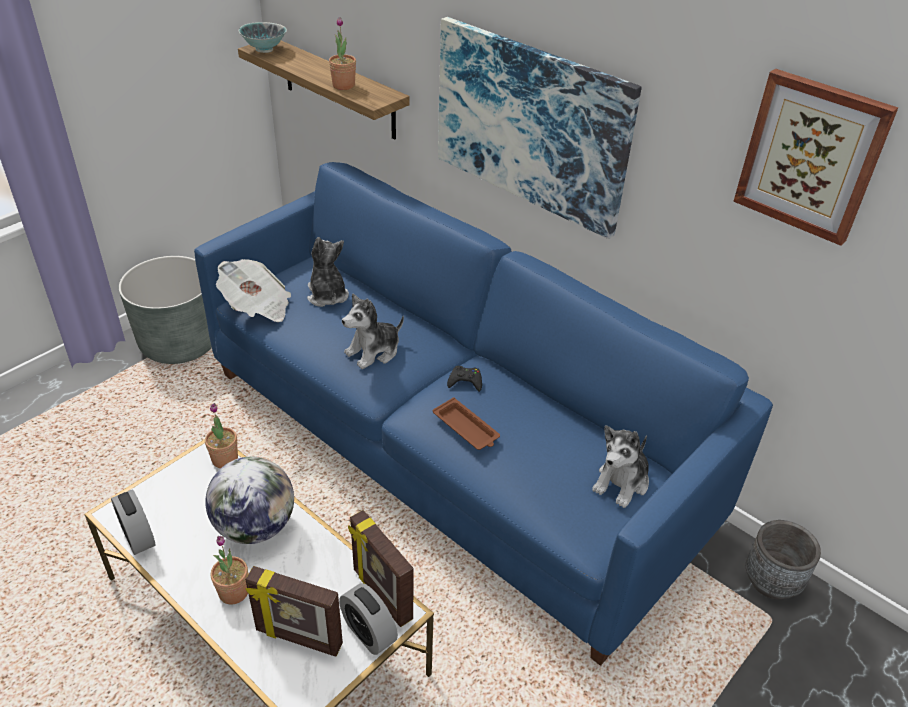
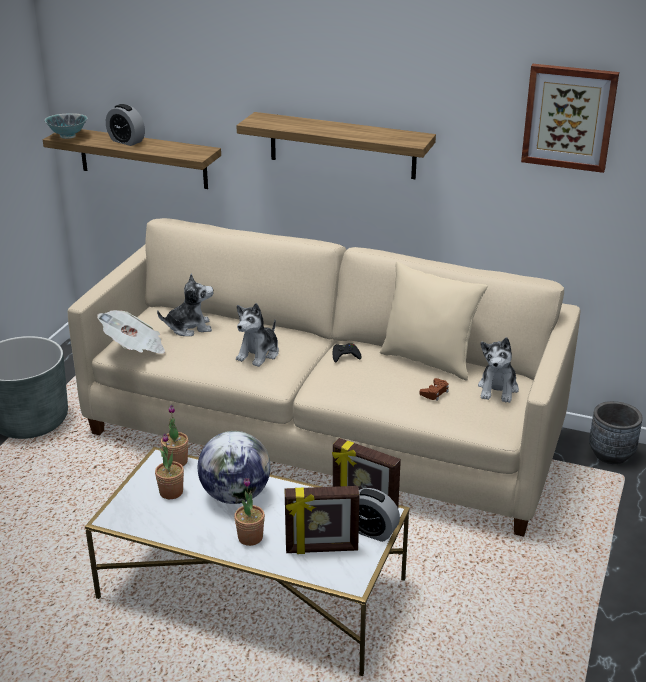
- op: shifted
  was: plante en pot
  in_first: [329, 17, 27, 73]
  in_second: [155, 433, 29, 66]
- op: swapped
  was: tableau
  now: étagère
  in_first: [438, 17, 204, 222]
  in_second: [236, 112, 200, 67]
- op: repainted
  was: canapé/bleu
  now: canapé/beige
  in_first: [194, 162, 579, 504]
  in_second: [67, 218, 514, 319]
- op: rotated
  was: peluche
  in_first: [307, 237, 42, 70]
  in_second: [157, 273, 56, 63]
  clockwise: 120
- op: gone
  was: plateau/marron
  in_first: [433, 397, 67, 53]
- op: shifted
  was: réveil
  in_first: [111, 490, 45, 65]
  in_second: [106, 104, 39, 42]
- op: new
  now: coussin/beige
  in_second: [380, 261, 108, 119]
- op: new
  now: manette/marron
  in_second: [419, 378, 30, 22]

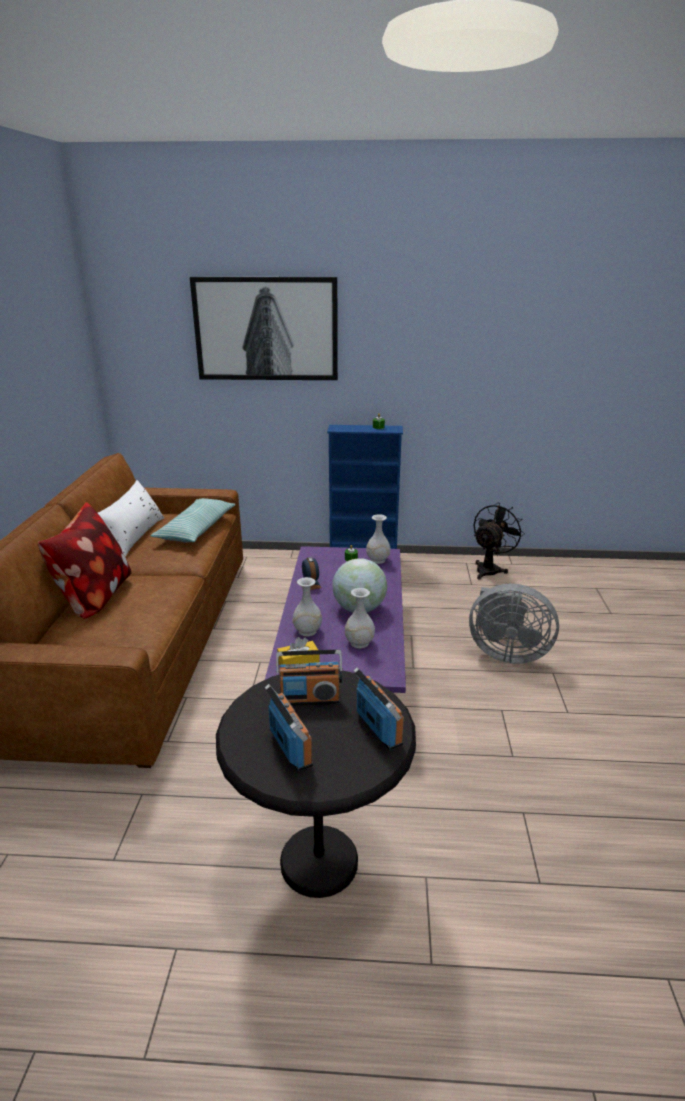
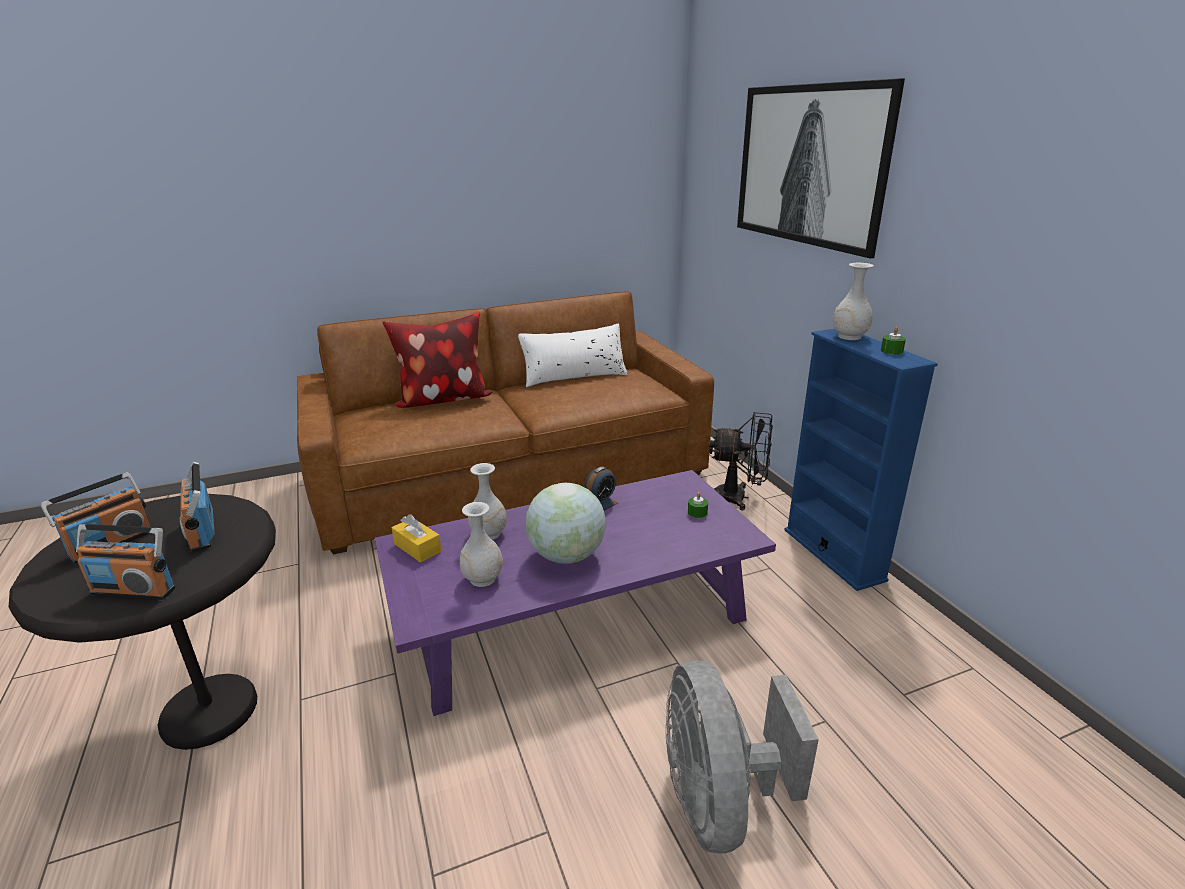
- op: gone
  was: coussin
  in_first: [151, 498, 85, 45]
- op: shifted
  was: ventilateur/noir
  in_first: [474, 502, 51, 78]
  in_second: [709, 412, 64, 98]
- op: shifted
  was: vase/blanc
  in_first: [366, 514, 24, 50]
  in_second: [833, 263, 41, 77]
- op: rotated
  was: radio
  in_first: [353, 667, 51, 83]
  in_second: [76, 524, 100, 76]
  clockwise: 60

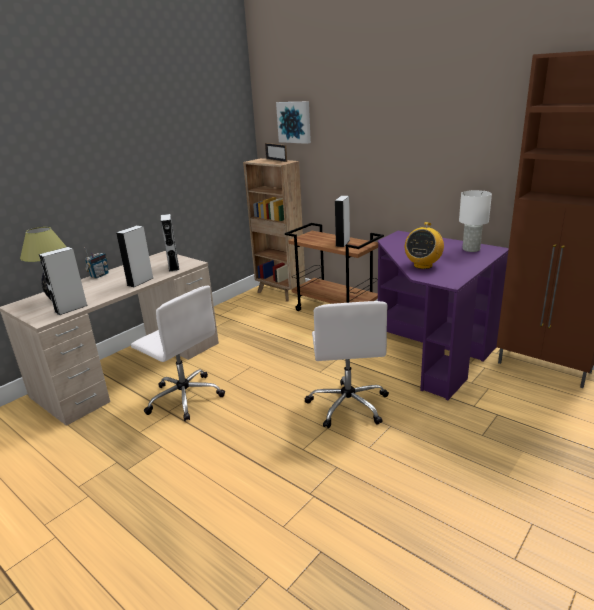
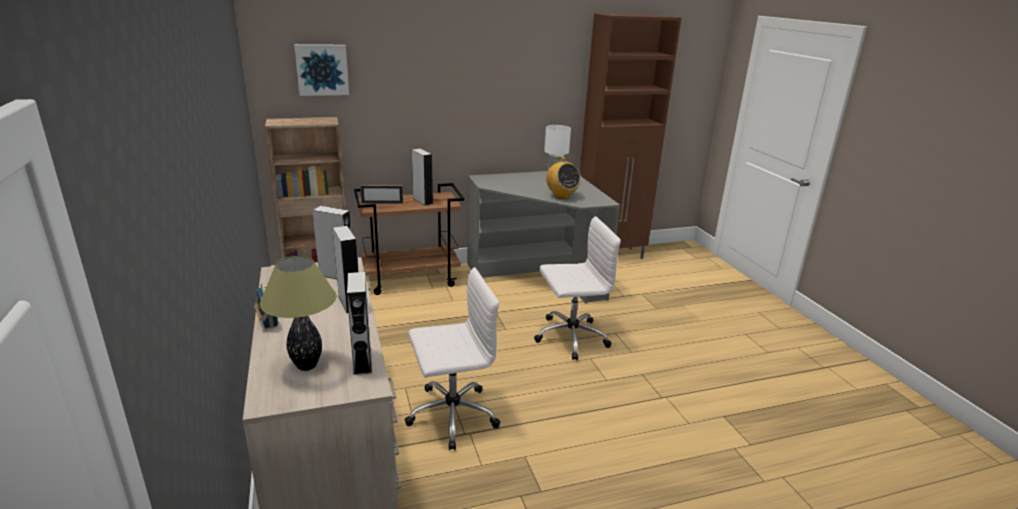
- op: shifted
  was: cadre photo
  in_first: [265, 143, 22, 19]
  in_second: [360, 185, 43, 19]
- op: repainted
  was: bureau/violet
  now: bureau/gris
  in_first: [378, 231, 131, 169]
  in_second: [467, 171, 153, 133]
- op: rotated
  was: chaise de bureau/blanc
  in_first: [304, 301, 85, 127]
  in_second: [534, 217, 87, 143]
  clockwise: -45

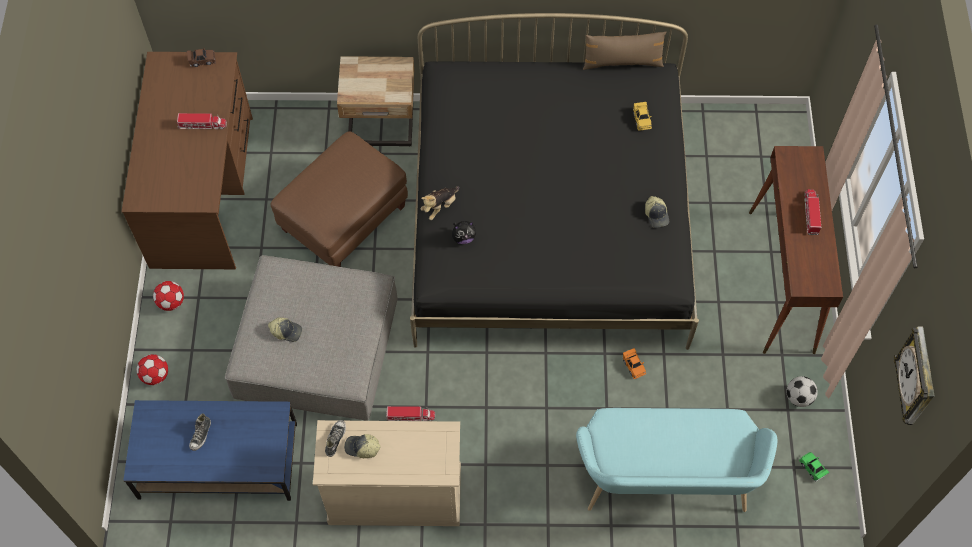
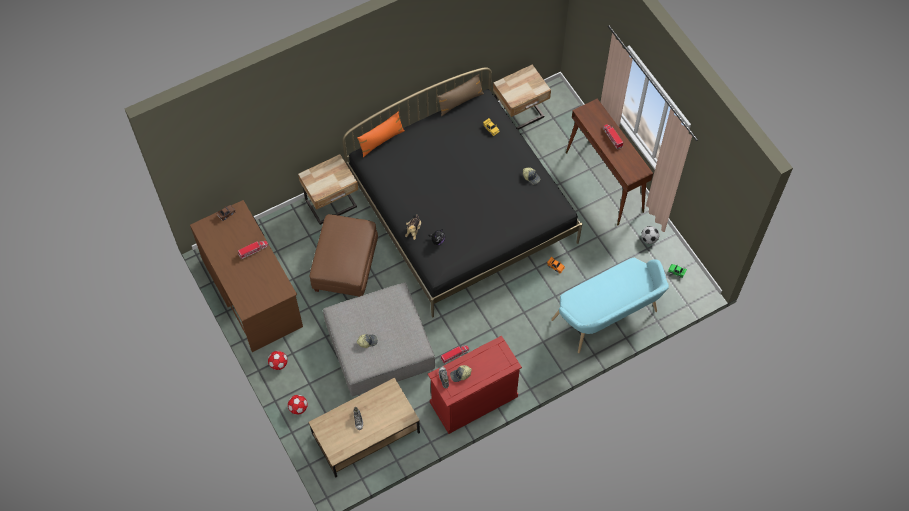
- op: gone
  was: horloge murale
  in_first: [894, 326, 40, 99]
- op: repainted
  was: table basse/bleu
  now: table basse/marron
  in_first: [123, 400, 174, 101]
  in_second: [308, 377, 112, 101]
- op: repainted
  was: commode/beige
  now: commode/rouge
  in_first: [313, 420, 148, 106]
  in_second: [428, 336, 94, 98]
- op: new
  now: table de chevet/beige
  in_second: [493, 64, 58, 66]
- op: new
  now: coussin/orange
  in_second: [357, 111, 48, 46]

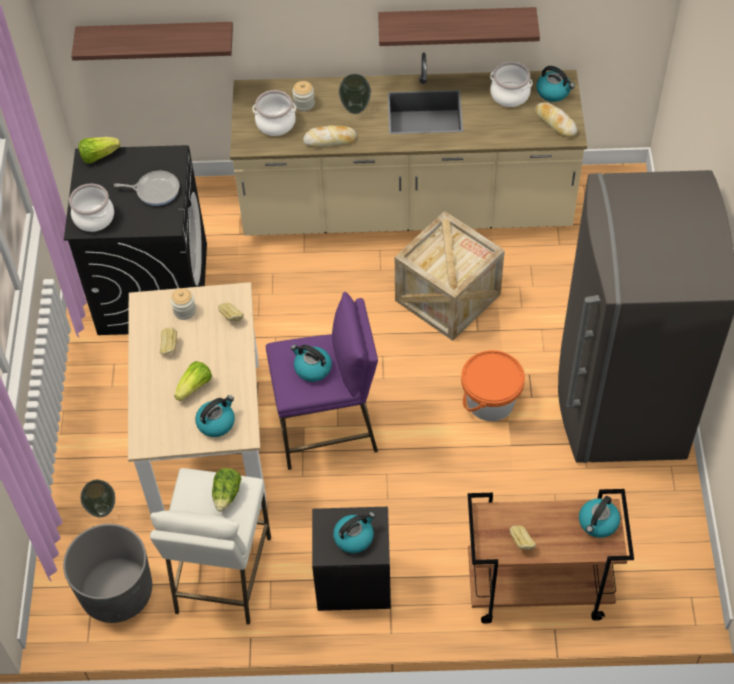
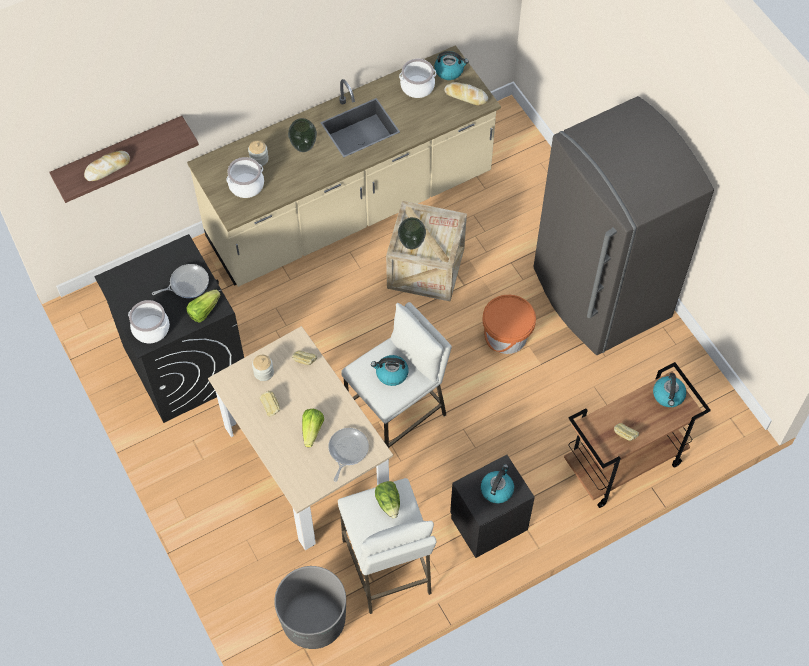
- op: gone
  was: étagère
  in_first: [378, 7, 162, 39]
- op: shifted
  was: pain
  in_first: [303, 125, 53, 22]
  in_second: [84, 151, 46, 30]
- op: shifted
  was: laitue
  in_first: [78, 137, 42, 27]
  in_second: [187, 290, 34, 32]
- op: repainted
  was: tabouret/violet
  now: tabouret/blanc
  in_first: [266, 292, 112, 178]
  in_second: [341, 302, 111, 146]
- op: swapped
  was: bouilloire
  now: poêle
  in_first: [195, 395, 40, 42]
  in_second: [328, 428, 41, 54]
- op: shifted
  was: vase
  in_first: [81, 480, 34, 37]
  in_second: [398, 217, 28, 32]

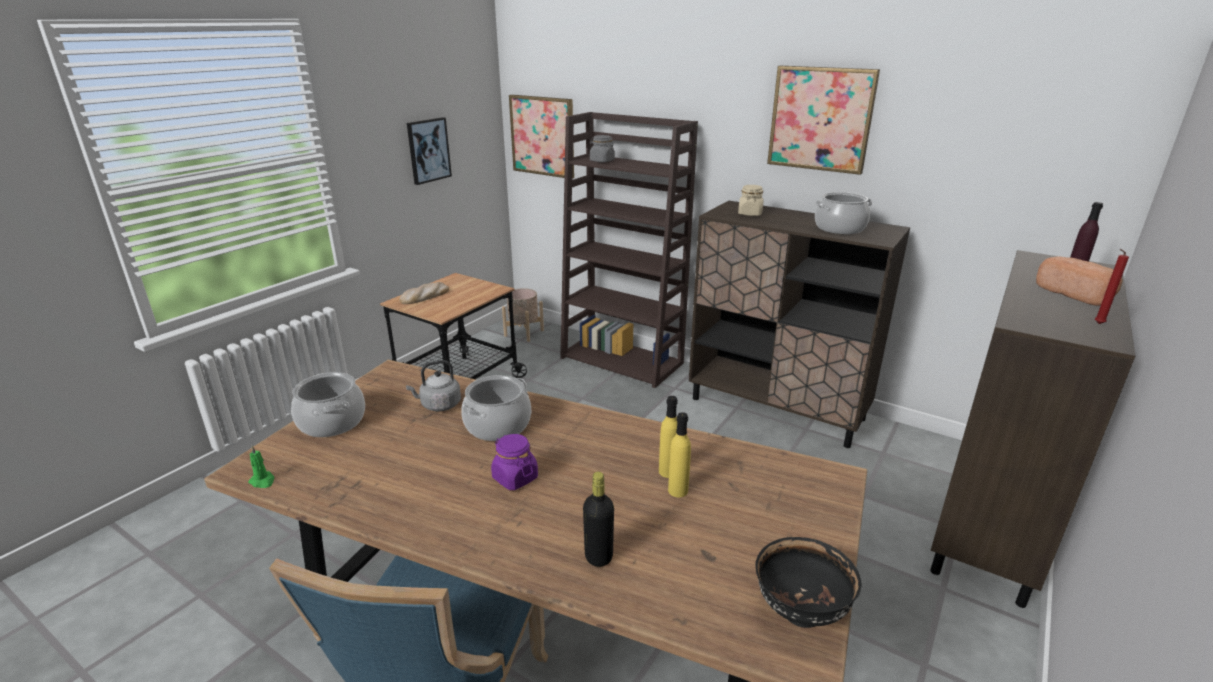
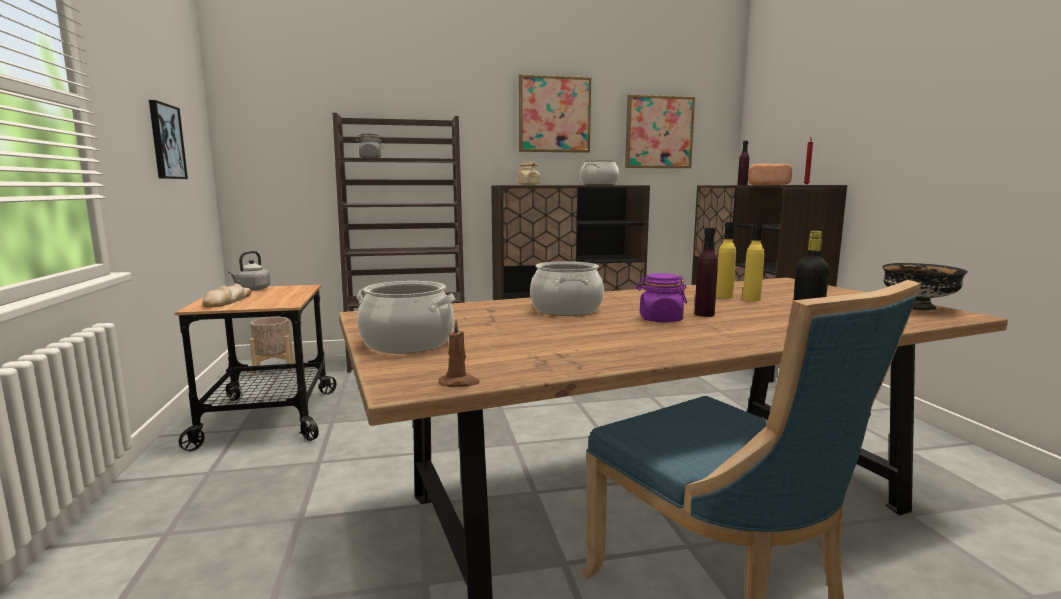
- op: shifted
  was: tableau
  in_first: [509, 95, 65, 84]
  in_second: [625, 95, 70, 73]
- op: shifted
  was: bouilloire/gris
  in_first: [406, 360, 55, 51]
  in_second: [228, 251, 43, 40]
- op: repainted
  was: bougie/vert
  now: bougie/marron
  in_first: [248, 445, 27, 43]
  in_second: [439, 319, 41, 68]
- op: new
  now: bouteille/violet
  in_second: [695, 228, 23, 89]

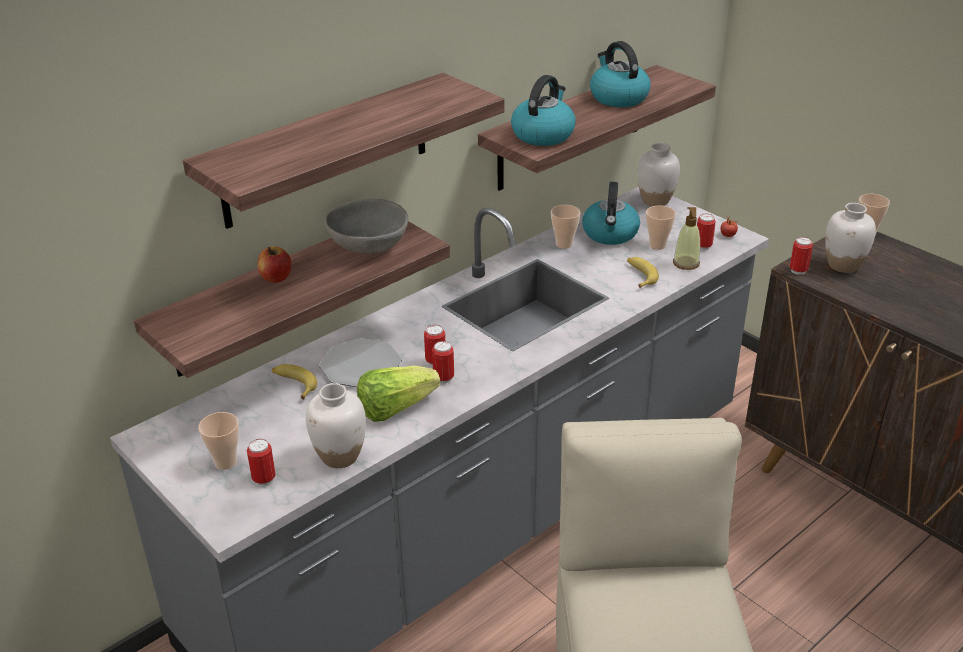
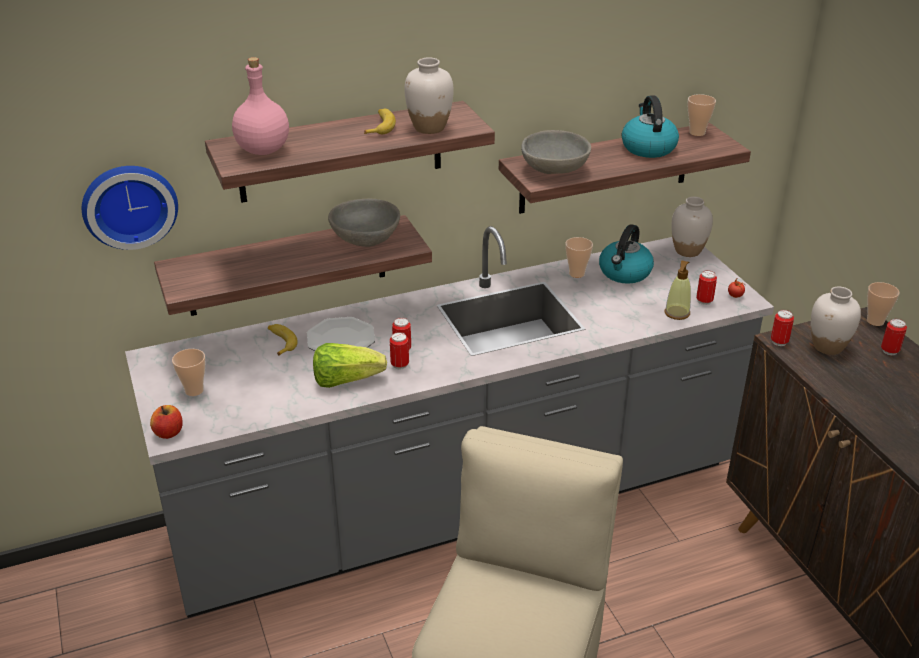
- op: swapped
  was: bouilloire
  now: bol/gris
  in_first: [511, 75, 65, 71]
  in_second: [521, 130, 70, 44]
- op: shifted
  was: tasse
  in_first: [646, 206, 30, 44]
  in_second: [687, 94, 29, 42]
- op: shifted
  was: pomme
  in_first: [258, 246, 33, 37]
  in_second: [150, 405, 33, 34]
- op: shifted
  was: banane
  in_first: [627, 257, 32, 31]
  in_second: [364, 109, 32, 25]
- op: shifted
  was: vase/blanc
  in_first: [306, 383, 60, 85]
  in_second: [405, 58, 49, 76]
- op: shifted
  was: boîte métallique
  in_first: [247, 439, 29, 47]
  in_second: [881, 319, 26, 36]
- op: new
  now: bouteille/rose
  in_second: [232, 57, 57, 98]
- op: new
  now: horloge murale
  in_second: [82, 166, 96, 84]

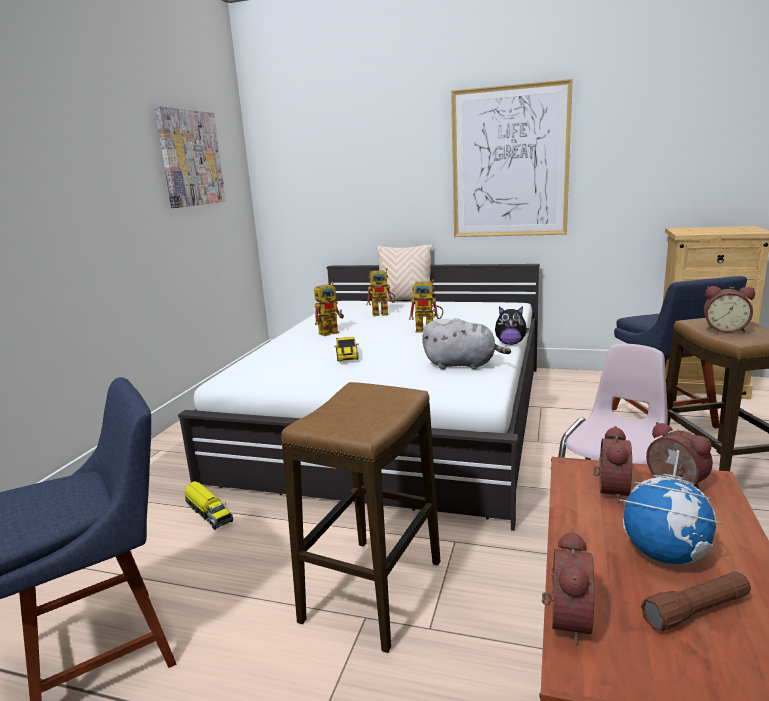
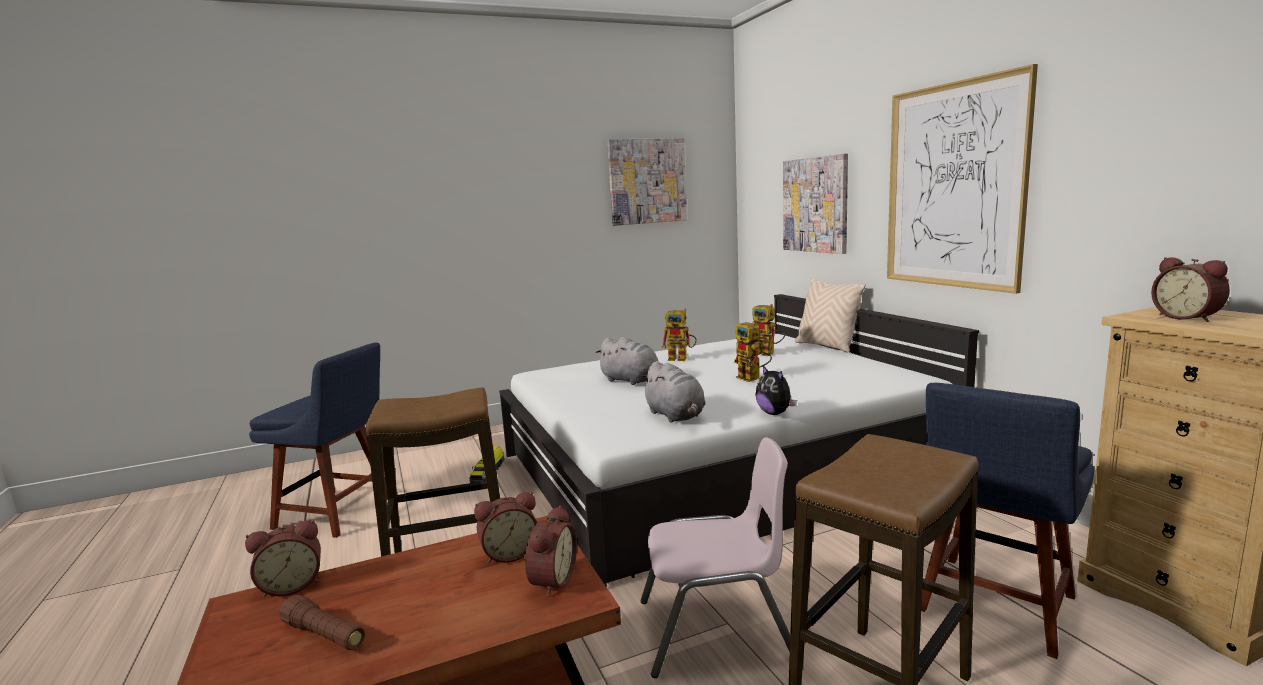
- op: shifted
  was: réveil
  in_first: [704, 286, 51, 47]
  in_second: [1151, 257, 79, 65]
- op: swapped
  was: petite voiture
  now: peluche/gris
  in_first: [334, 337, 25, 24]
  in_second: [596, 337, 62, 48]
- op: gone
  was: globe
  in_first: [619, 449, 104, 115]
- op: new
  now: tableau
  in_second: [783, 153, 65, 101]

